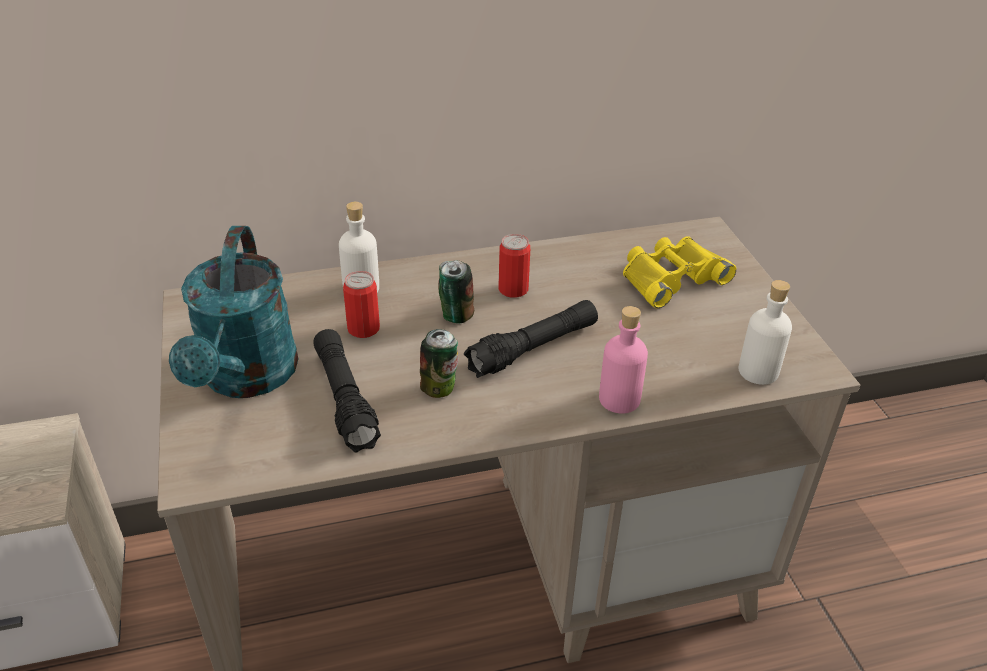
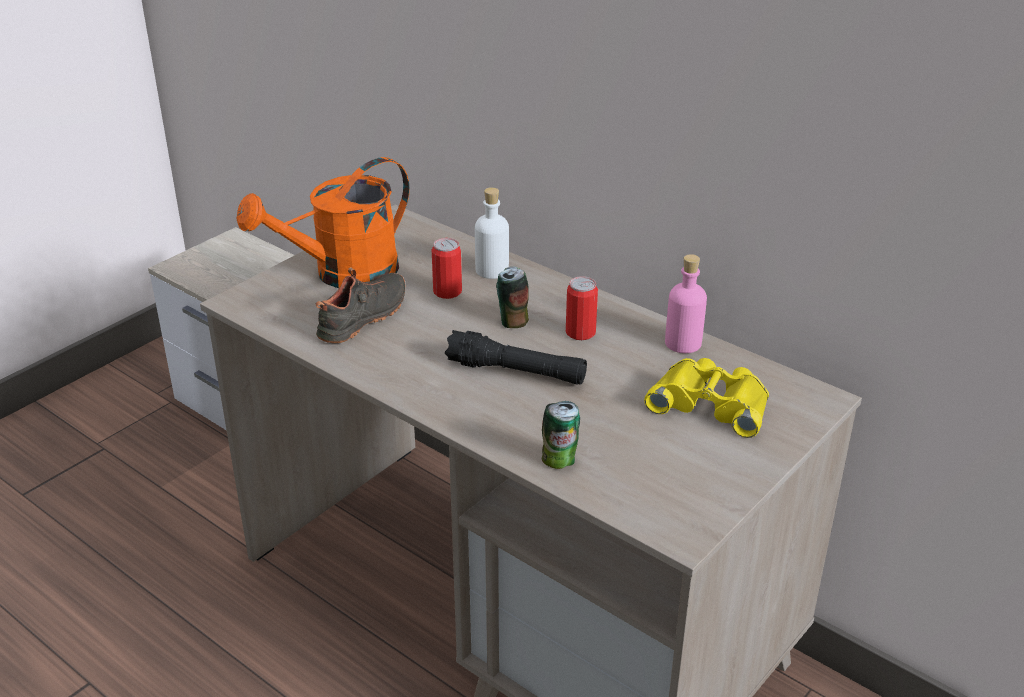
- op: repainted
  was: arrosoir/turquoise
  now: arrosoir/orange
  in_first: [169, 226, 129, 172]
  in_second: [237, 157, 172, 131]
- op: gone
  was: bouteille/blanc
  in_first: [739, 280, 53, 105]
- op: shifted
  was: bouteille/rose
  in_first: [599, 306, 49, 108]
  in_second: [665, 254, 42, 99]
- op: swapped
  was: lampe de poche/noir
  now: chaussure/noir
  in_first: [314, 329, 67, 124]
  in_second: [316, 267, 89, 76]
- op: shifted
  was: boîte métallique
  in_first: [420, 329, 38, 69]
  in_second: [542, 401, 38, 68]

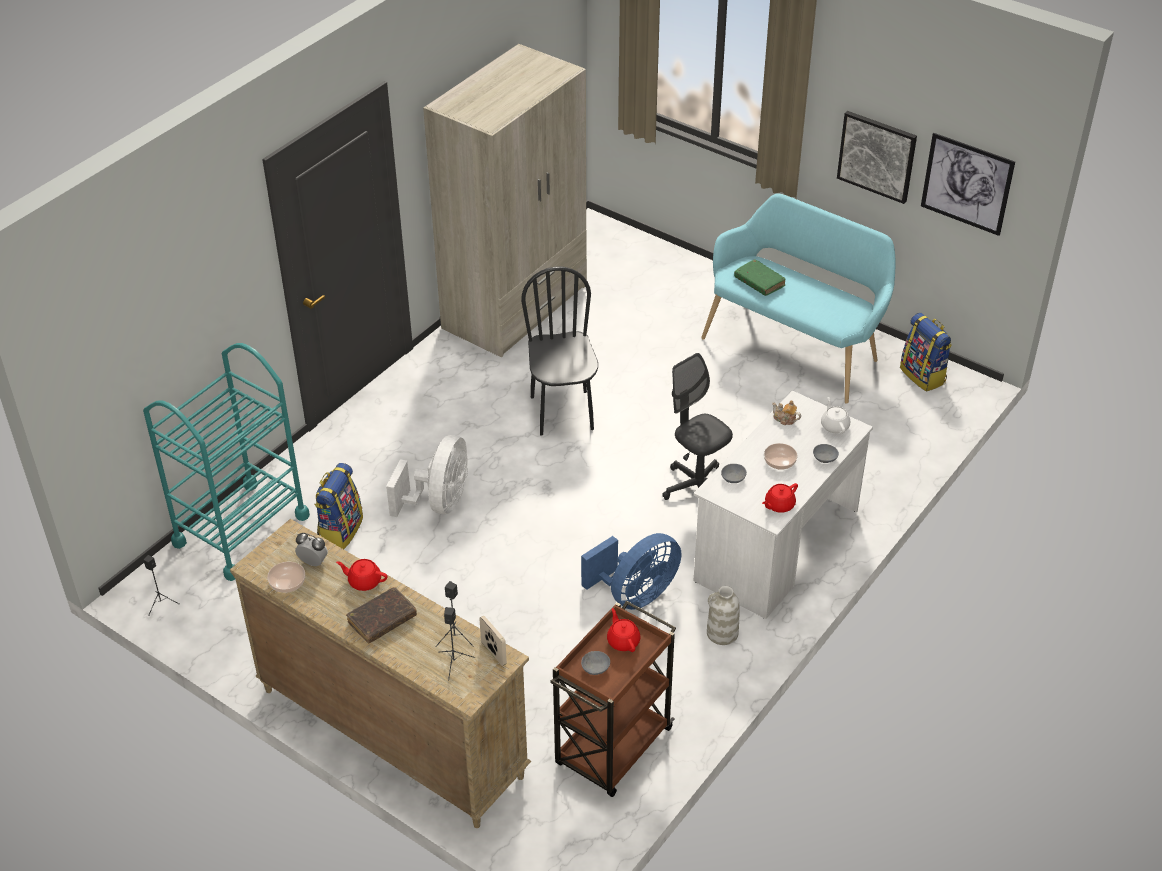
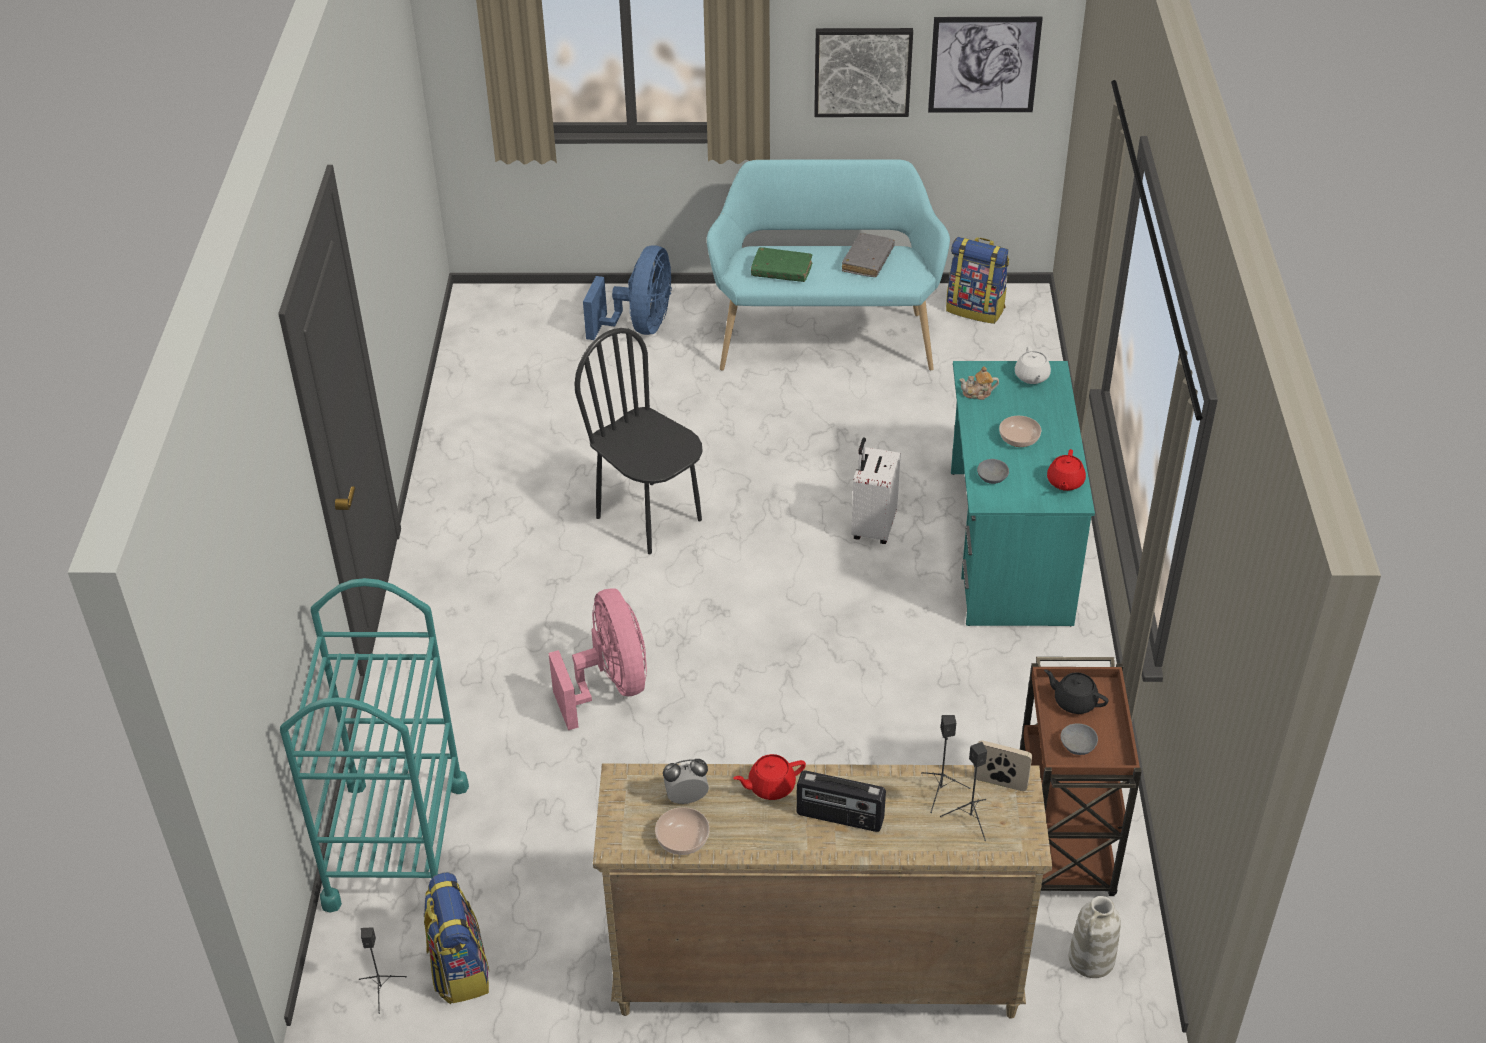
- op: gone
  was: armoire/beige
  in_first: [423, 44, 164, 314]
- op: swapped
  was: chaise de bureau/gris
  now: valise/blanc
  in_first: [662, 353, 71, 147]
  in_second: [851, 437, 50, 107]
- op: repainted
  was: bureau/blanc
  now: bureau/turquoise
  in_first: [693, 390, 180, 229]
  in_second: [951, 361, 144, 265]
- op: rotated
  was: théière/blanc
  in_first: [821, 397, 29, 37]
  in_second: [1015, 346, 36, 38]
  clockwise: -135
- op: repainted
  was: ventilateur/blanc
  now: ventilateur/rose
  in_first: [386, 435, 82, 82]
  in_second: [548, 589, 99, 141]
- op: gone
  was: bol/gris
  in_first: [813, 444, 26, 19]
- op: shifted
  was: sac à dos
  in_first: [314, 463, 49, 86]
  in_second: [424, 872, 66, 132]
- op: shifted
  was: ventilateur/bleu
  in_first: [581, 533, 100, 77]
  in_second: [583, 245, 89, 95]
- op: shifted
  was: vase/blanc
  in_first: [707, 586, 32, 59]
  in_second: [1069, 896, 52, 82]
- op: swapped
  was: livre/marron
  now: radio
  in_first: [346, 587, 71, 56]
  in_second: [796, 770, 90, 62]
- op: repainted
  was: théière/rouge
  now: théière/noir
  in_first: [607, 608, 33, 44]
  in_second: [1044, 669, 65, 45]
- op: new
  now: livre/gris
  in_second: [842, 233, 53, 44]

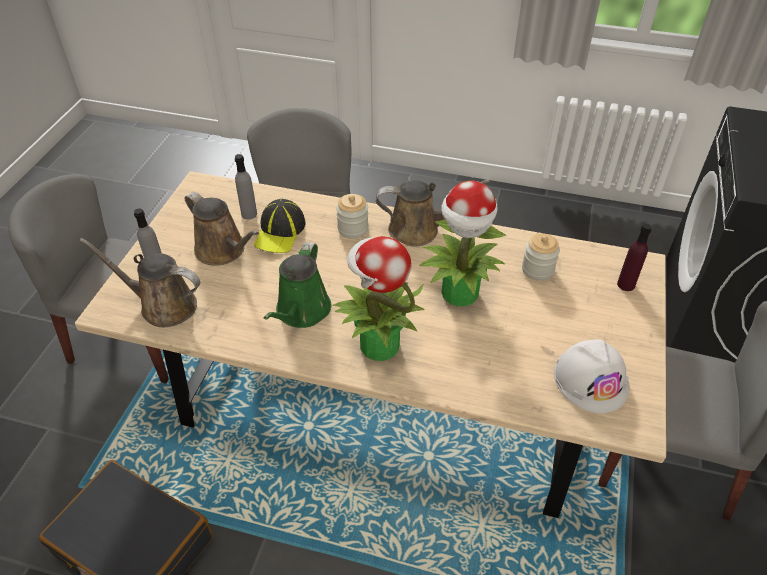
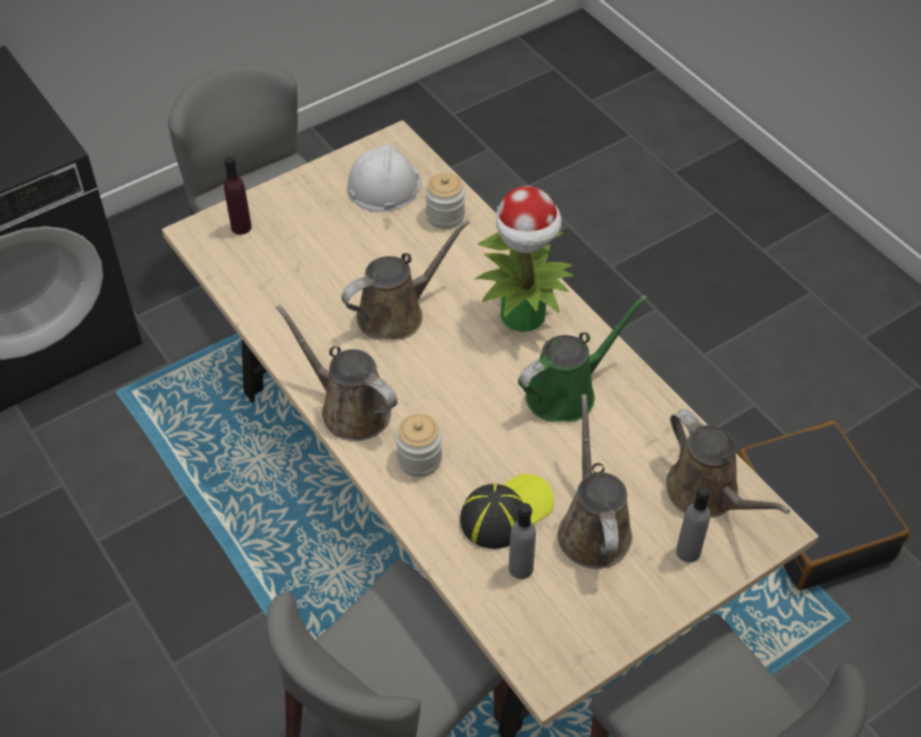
- op: swapped
  was: plante en pot
  now: arrosoir/marron
  in_first: [419, 180, 88, 126]
  in_second: [341, 220, 129, 120]
- op: shifted
  was: bocal
  in_first: [522, 233, 38, 48]
  in_second: [425, 173, 40, 56]

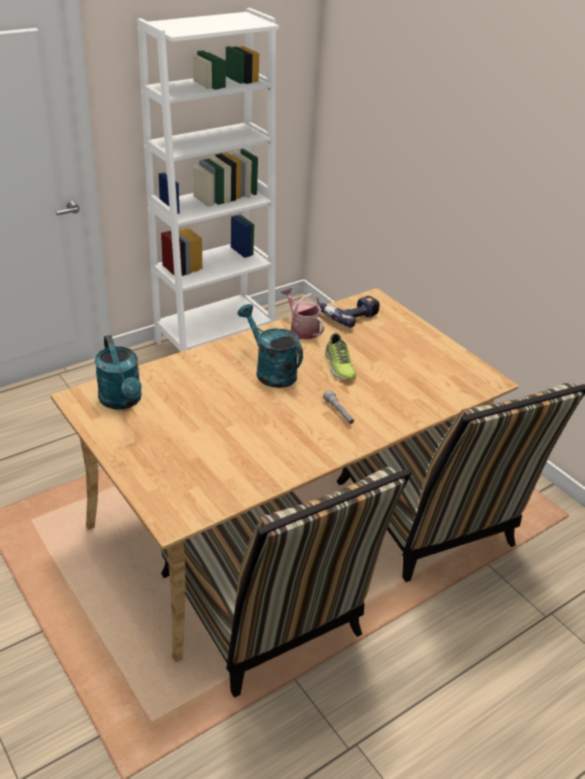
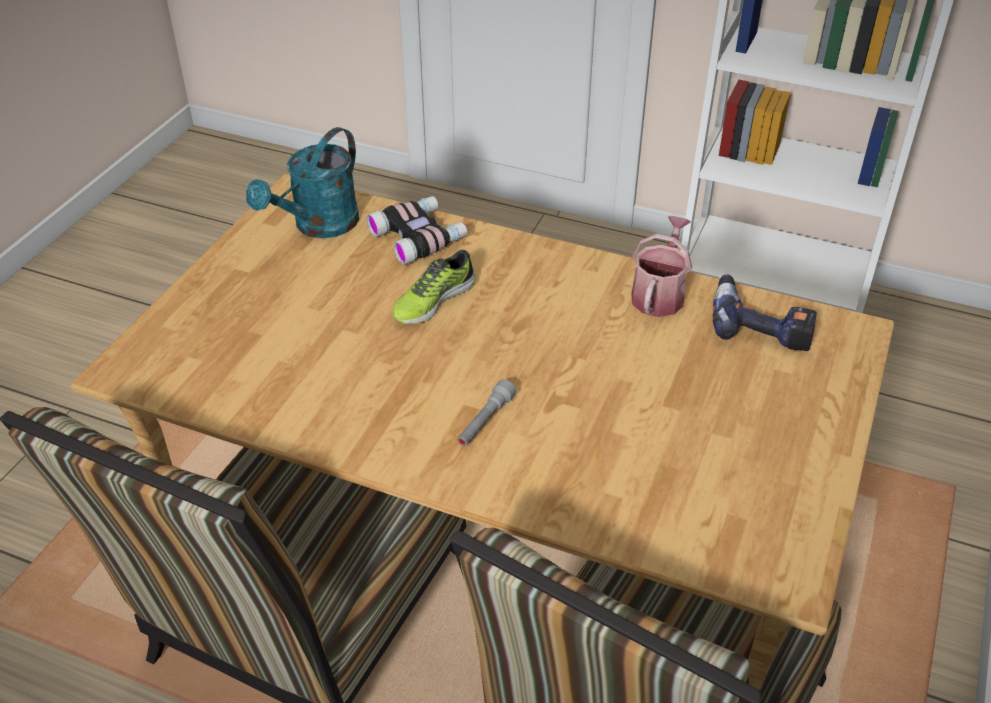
- op: gone
  was: arrosoir/turquoise
  in_first: [238, 304, 65, 84]
- op: shifted
  was: chaussure
  in_first: [325, 333, 31, 47]
  in_second: [392, 250, 84, 74]
- op: new
  now: jumelles
  in_second: [366, 196, 101, 69]

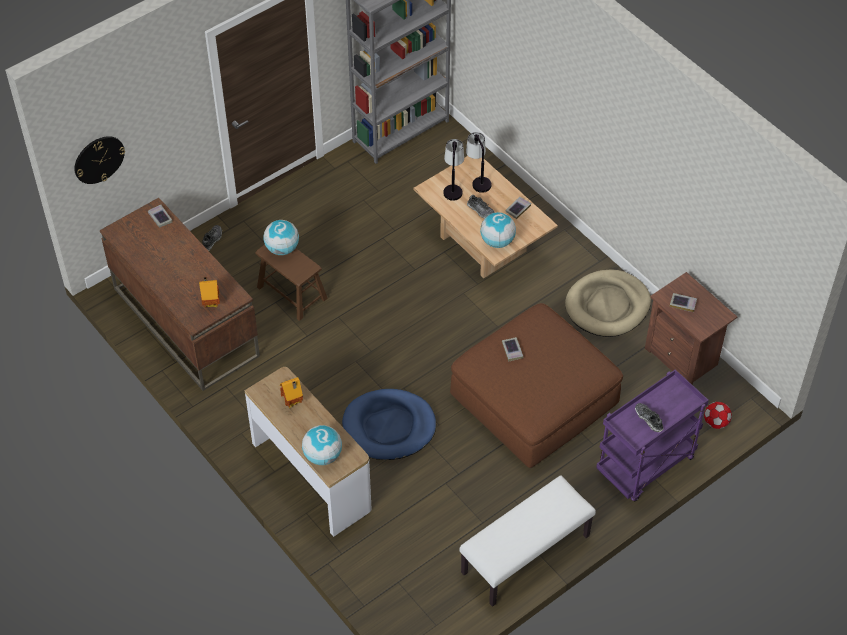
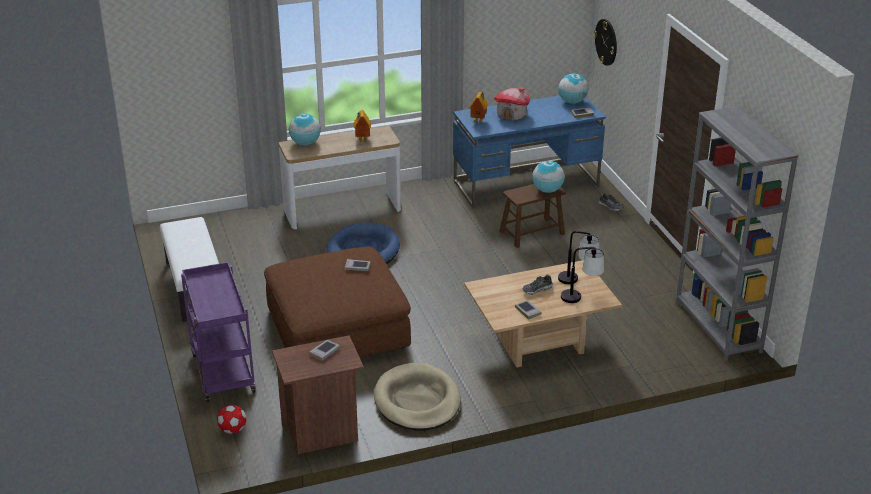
- op: repainted
  was: bureau/marron
  now: bureau/bleu
  in_first: [100, 198, 160, 193]
  in_second: [453, 96, 153, 112]
- op: shifted
  was: globe
  in_first: [480, 212, 36, 36]
  in_second: [558, 73, 30, 31]
- op: gone
  was: chaussure
  in_first: [635, 403, 29, 29]
- op: new
  now: maison miniature
  in_second: [494, 88, 36, 33]

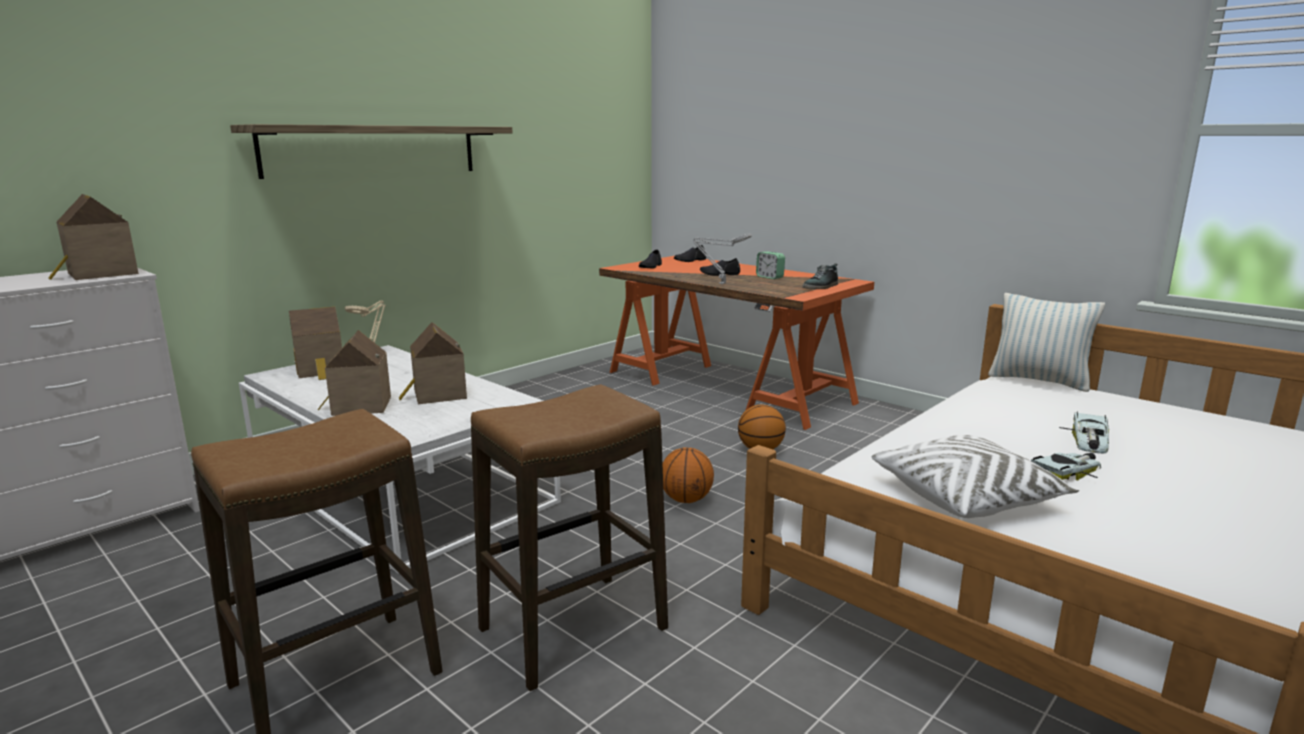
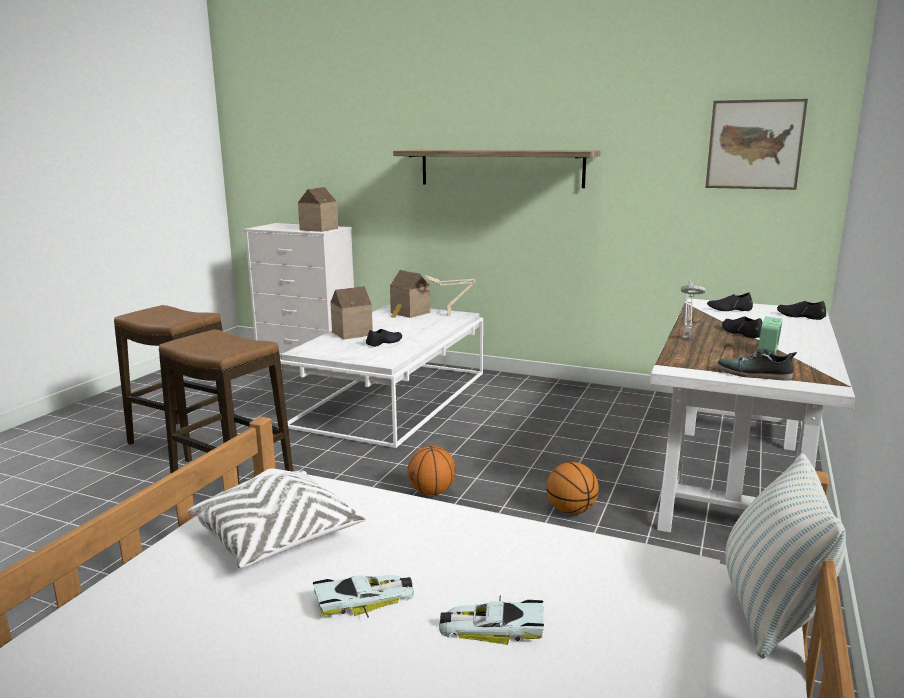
- op: repainted
  was: bureau/orange
  now: bureau/blanc
  in_first: [599, 256, 275, 174]
  in_second: [650, 298, 205, 235]
- op: swapped
  was: maison miniature
  now: chaussure/noir
  in_first: [399, 322, 68, 82]
  in_second: [366, 329, 36, 18]
- op: rotated
  was: petite voiture
  in_first: [1031, 453, 70, 28]
  in_second: [313, 575, 101, 43]
  clockwise: -60
- op: new
  now: tableau
  in_second: [705, 99, 103, 91]

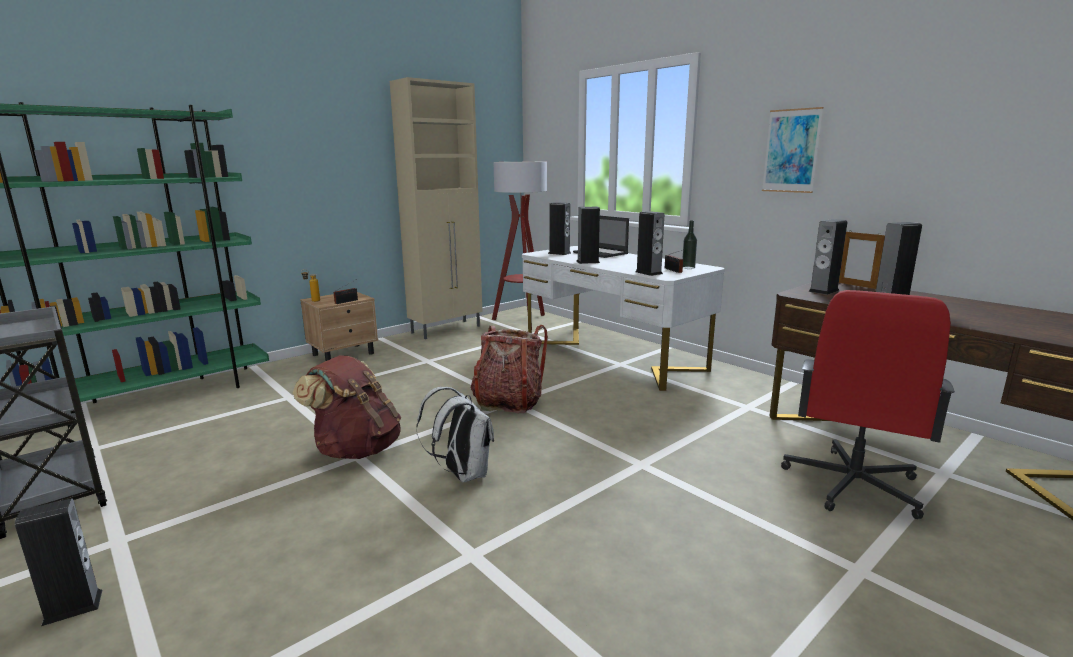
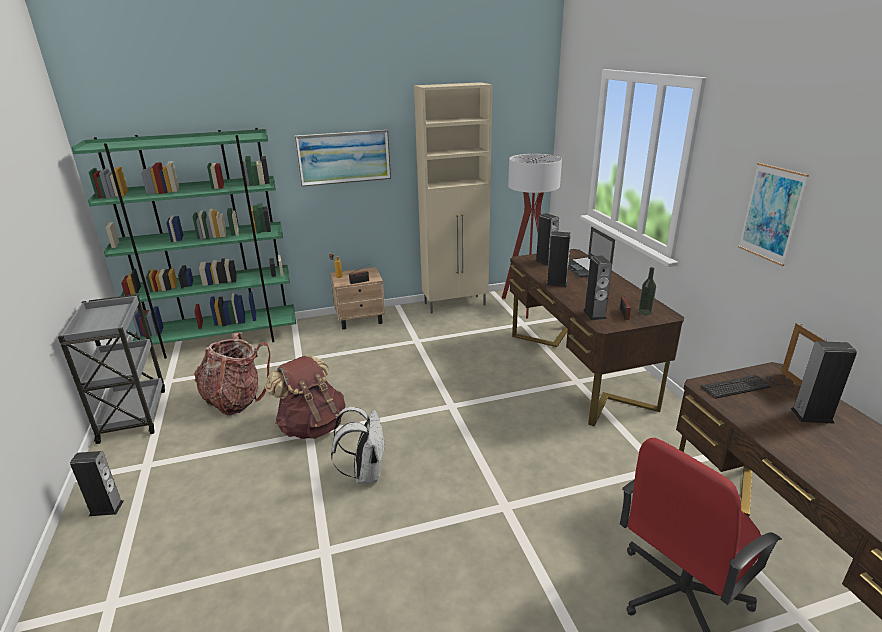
- op: swapped
  was: enceinte
  now: clavier
  in_first: [808, 219, 39, 76]
  in_second: [701, 375, 94, 24]
- op: repainted
  was: bureau/blanc
  now: bureau/marron
  in_first: [522, 246, 203, 145]
  in_second: [510, 249, 174, 178]
- op: shifted
  was: sac à dos
  in_first: [471, 325, 77, 88]
  in_second: [194, 332, 76, 84]
- op: new
  now: tableau
  in_second: [295, 130, 96, 57]

